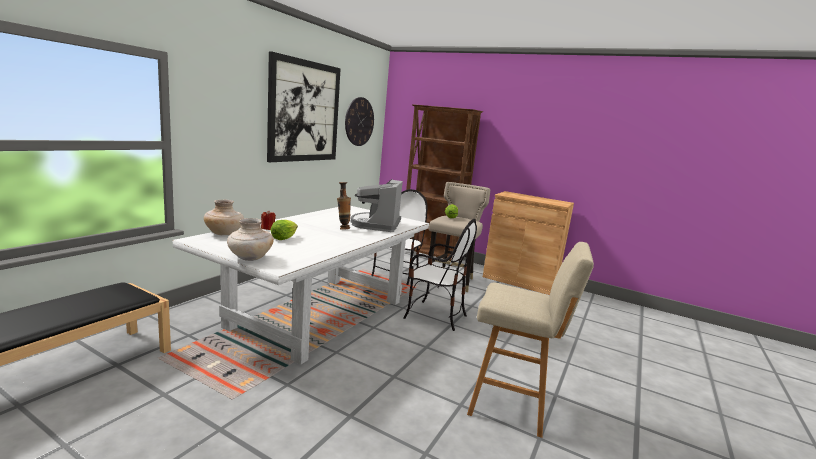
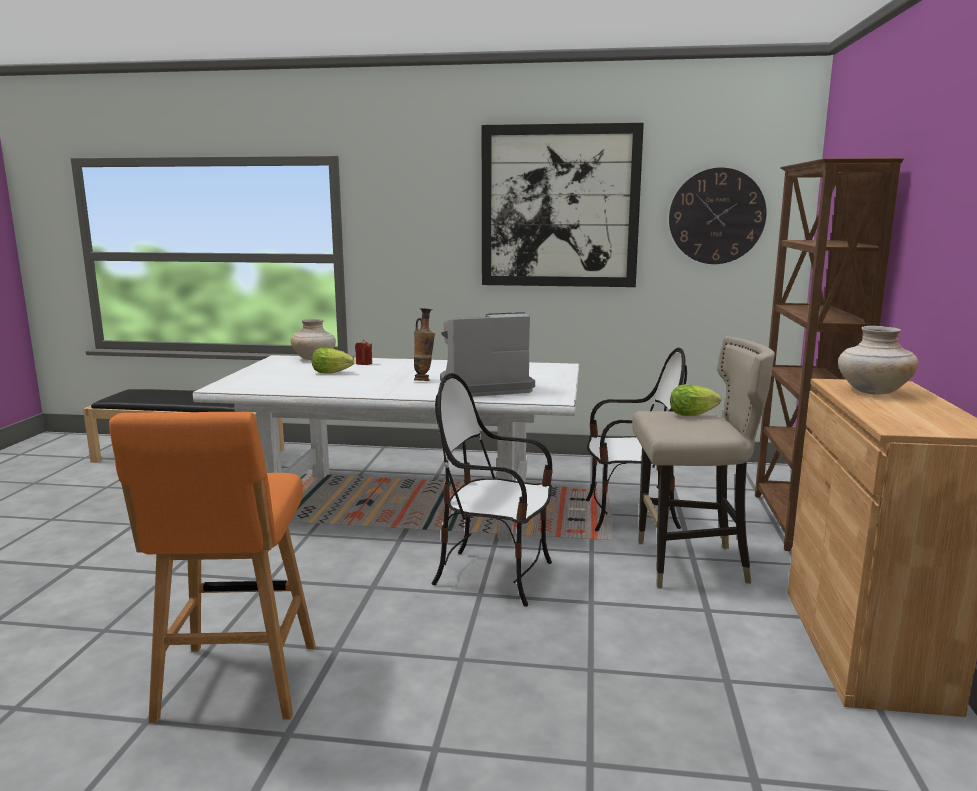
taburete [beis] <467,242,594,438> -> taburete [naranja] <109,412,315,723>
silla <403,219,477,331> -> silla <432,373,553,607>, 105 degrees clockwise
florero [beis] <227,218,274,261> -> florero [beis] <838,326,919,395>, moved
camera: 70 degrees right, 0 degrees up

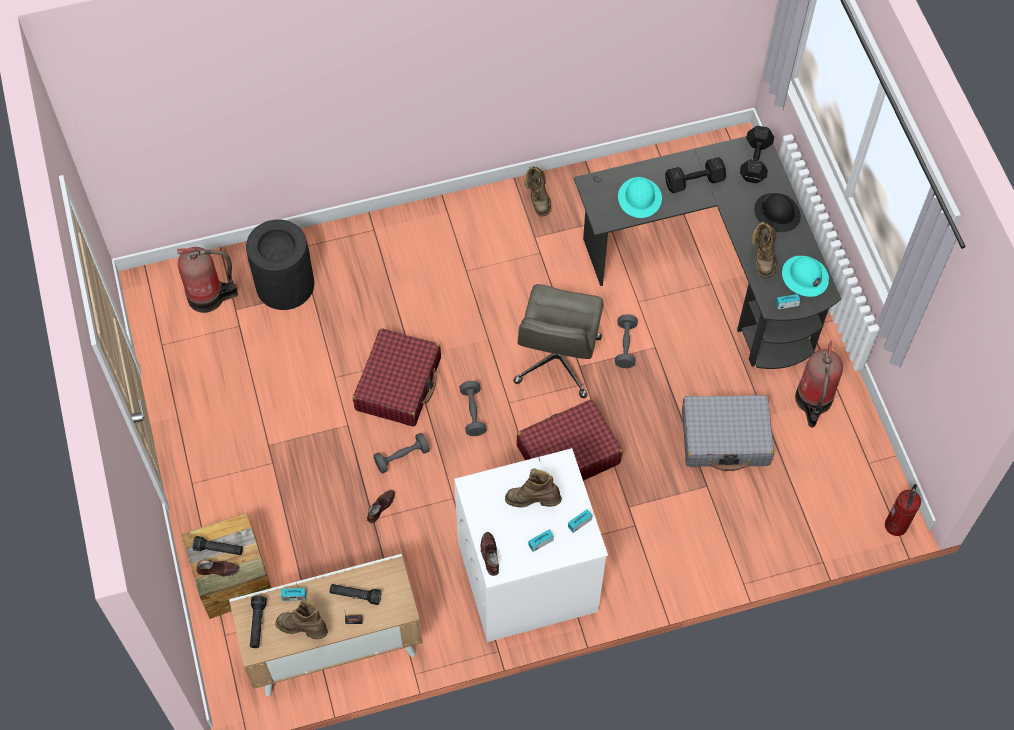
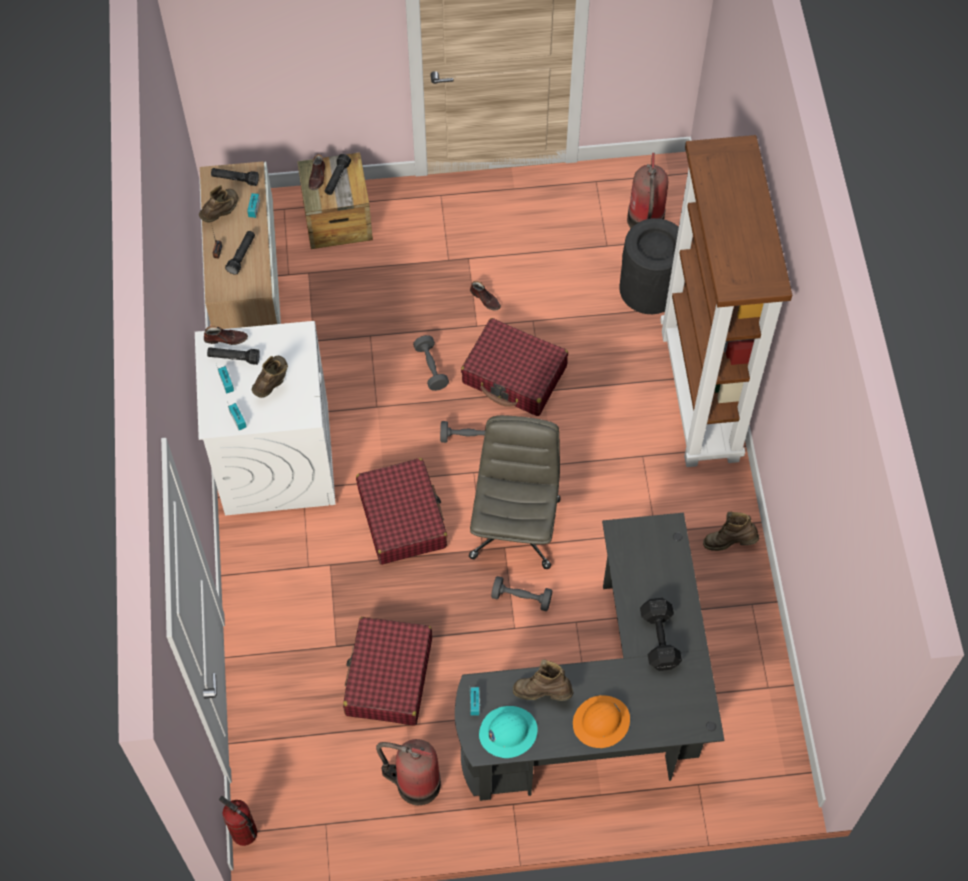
none -> linterna [negro] <207,347,260,365>
maleta [gris] <682,395,774,471> -> maleta [rojo] <343,617,432,725>
silla de oficina [gris] <513,284,604,398> -> silla de oficina [gris] <469,415,561,569>, 75 degrees clockwise
zapato [marrón] <367,490,395,523> -> zapato [marrón] <470,281,501,311>, moved
casco [negro] <754,193,801,232> -> casco [naranja] <573,695,630,748>
none -> estantería [marrón] <660,135,792,467>
casco [turquesa] <618,177,662,218> -> none
mancuerna [negro] <740,126,774,183> -> none
camera: 100 degrees right, 0 degrees up

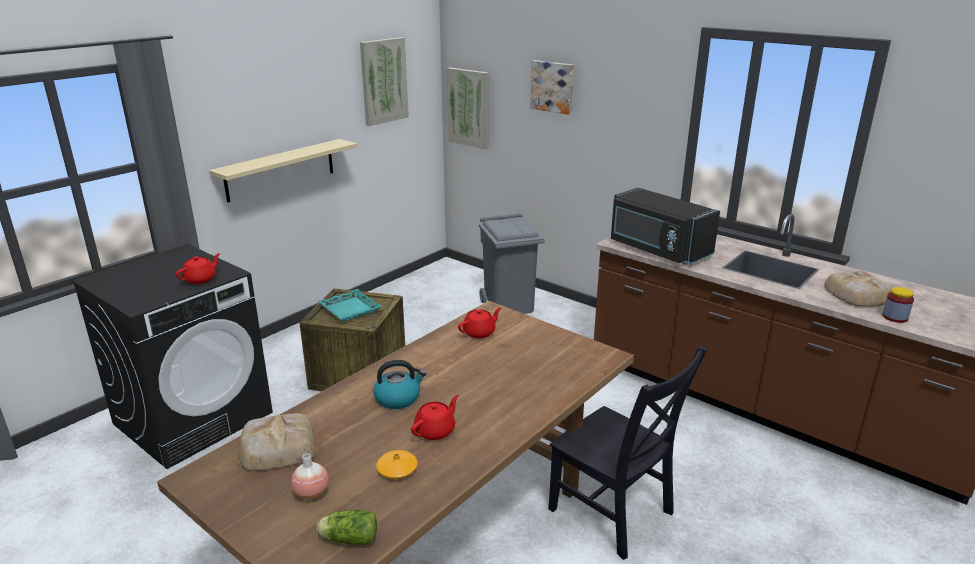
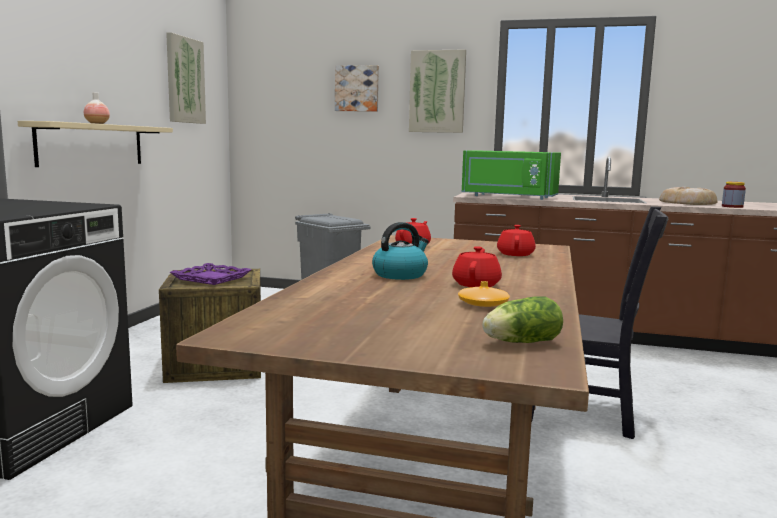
florero <291,453,329,500> -> florero <84,92,110,124>, moved
bandeja [turquesa] <317,289,382,322> -> bandeja [morado] <170,263,251,285>
cuadro <447,67,489,149> -> cuadro <409,49,466,133>, moved
microondas [negro] <611,188,720,265> -> microondas [verde] <462,150,561,200>
tetera [rojo] <175,253,220,284> -> tetera [rojo] <497,225,536,256>, moved
pan <237,413,316,471> -> none
camera: 25 degrees left, 15 degrees down

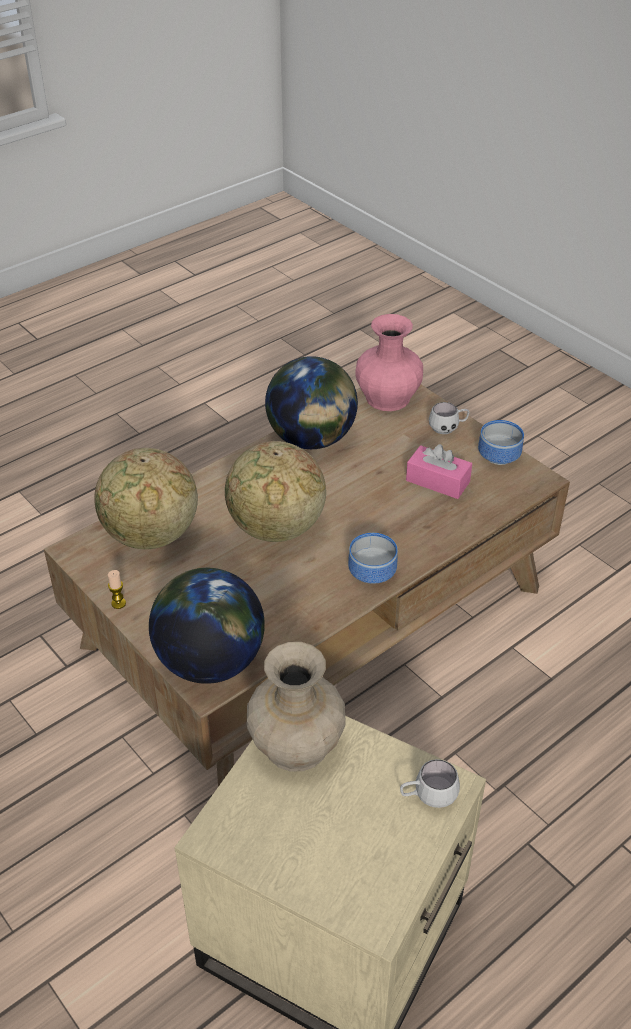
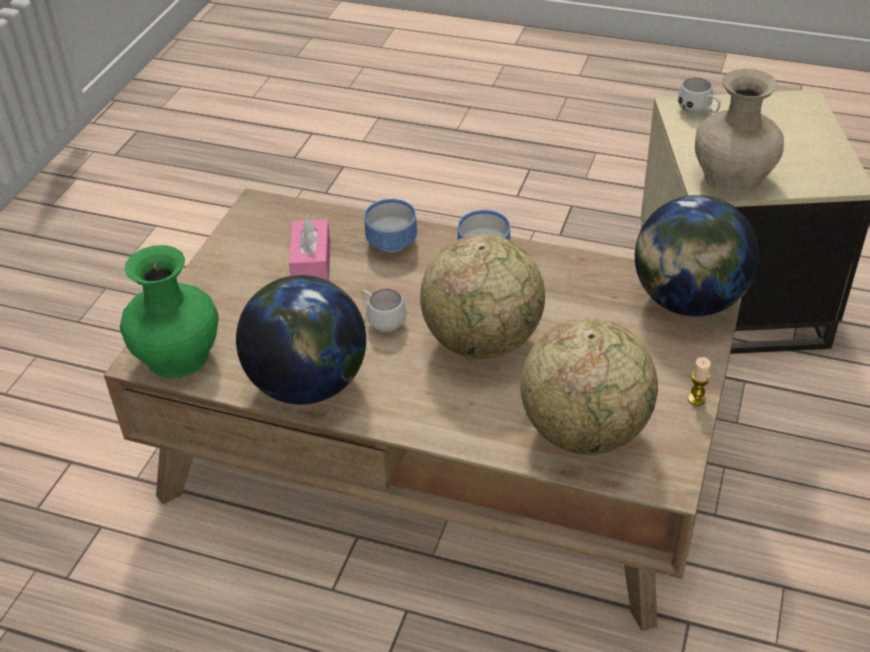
florero [rosa] <355,314,423,411> -> florero [verde] <120,245,218,378>
taza grande [blanco] <429,402,470,434> -> taza grande [blanco] <361,289,407,332>, moved
cuenco <478,420,524,465> -> cuenco <364,199,417,252>, moved
camera: 120 degrees left, 0 degrees up

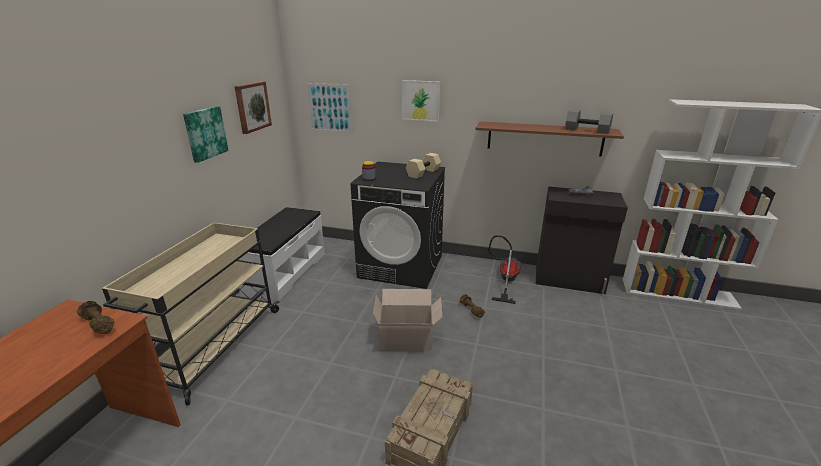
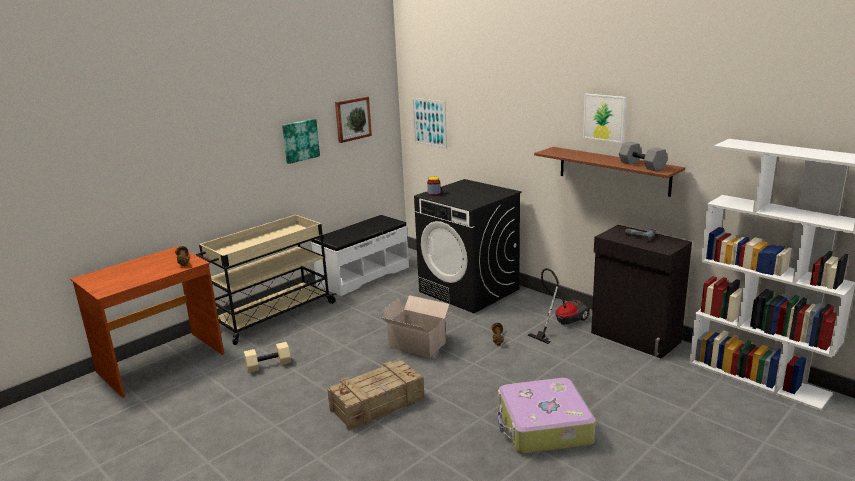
mancuerna [beis] <406,153,441,179> -> mancuerna [beis] <244,342,291,373>, moved
none -> maleta <497,378,596,454>
cuadro <402,80,440,122> -> cuadro <583,94,626,143>, moved
camera: 30 degrees right, 5 degrees down

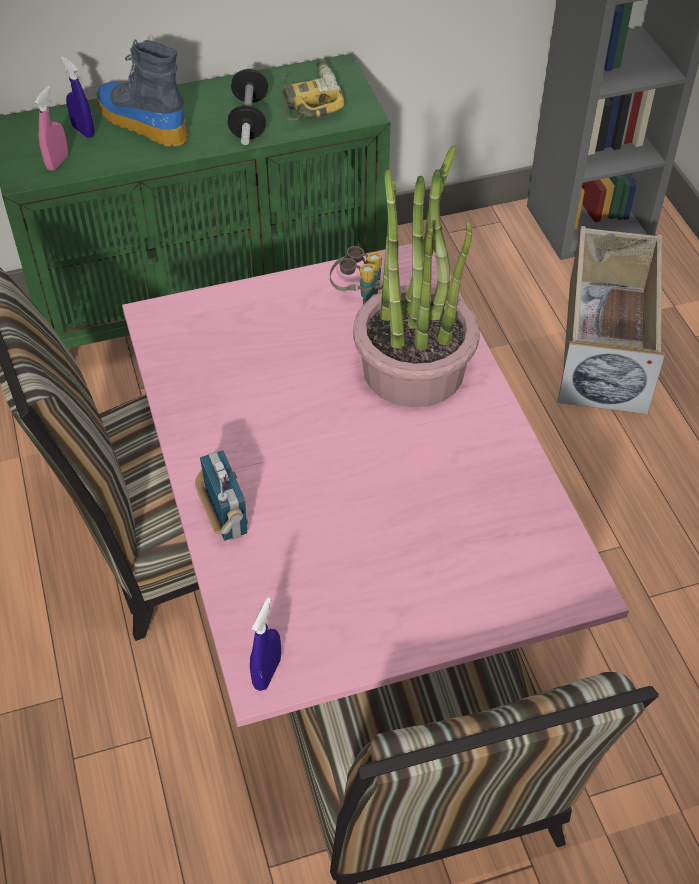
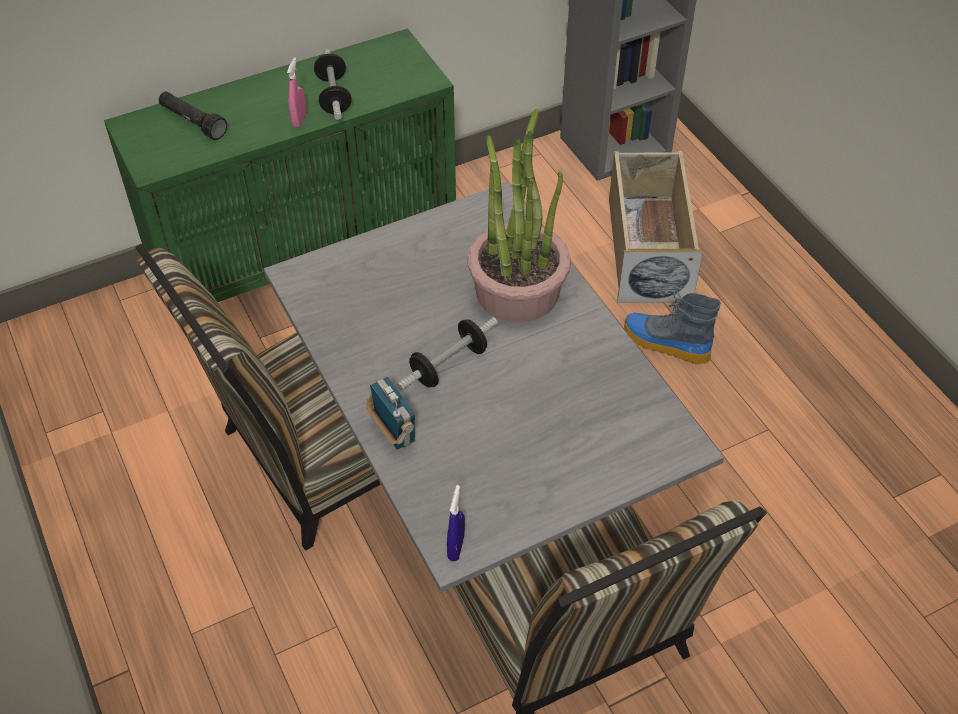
pulverizador [azul] <61,56,94,138> -> linterna [negro] <159,91,227,140>
mesa de comedor [rosa] <122,244,629,727> -> mesa de comedor [gris] <264,182,724,592>
pulverizador [rosa] <34,86,68,171> -> pulverizador [rosa] <287,57,307,128>, moved
none -> mancuerna <397,317,498,391>
bota <96,39,188,146> -> bota <624,290,721,365>, moved
taladro <281,59,344,121> -> none
prismáticos <330,246,383,304> -> none
camera: 10 degrees left, 0 degrees up

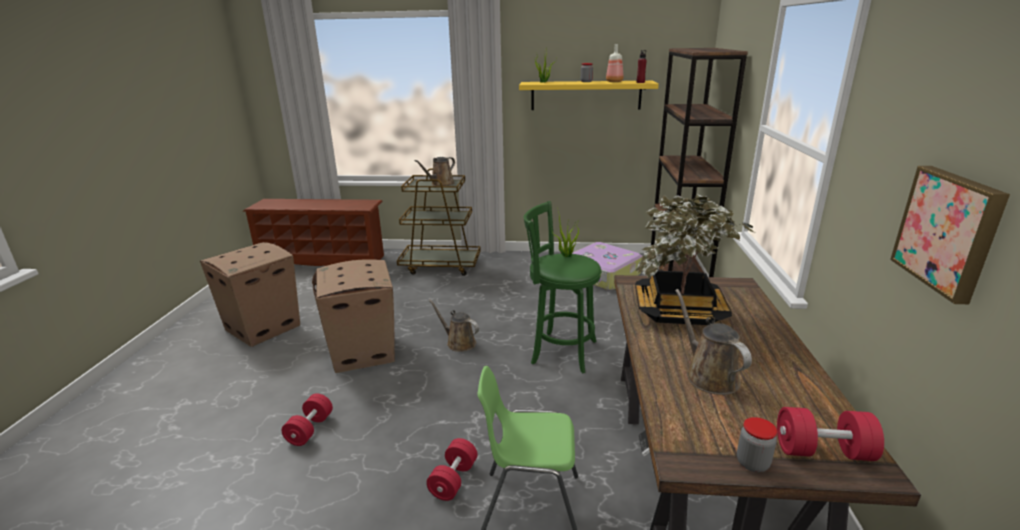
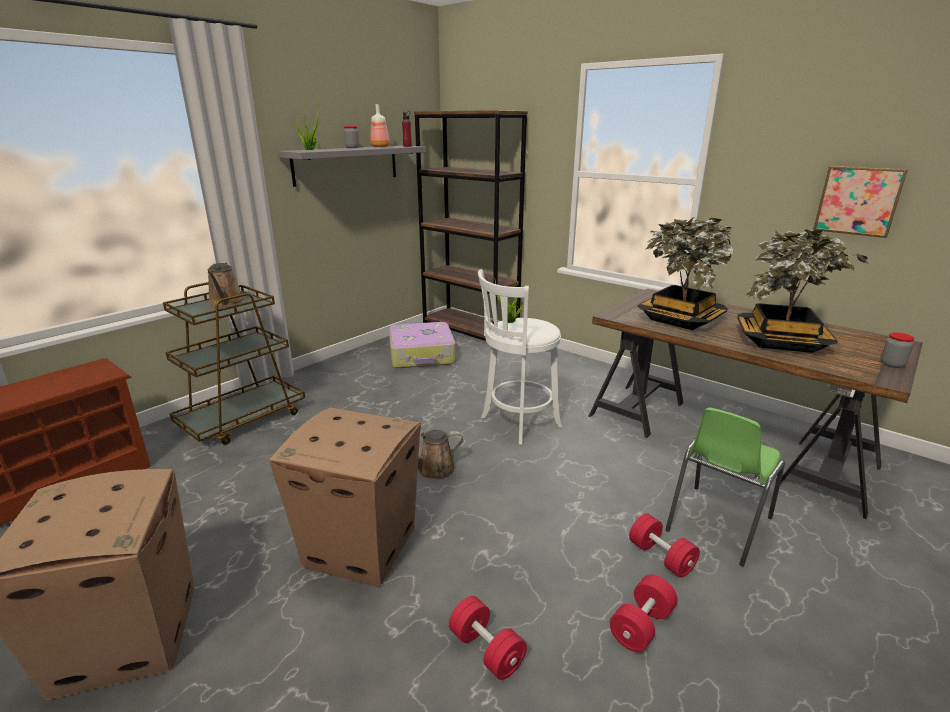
estante [amarillo] <519,81,659,110> -> estante [gris] <277,146,426,187>
taburete [verde] <524,201,601,373> -> taburete [blanco] <478,269,563,445>
mancuerna [rojo] <777,407,884,461> -> mancuerna [rojo] <610,575,677,652>, moved
regadera [marrón] <675,289,752,395> -> planta en maceta <737,229,869,353>
camera: 55 degrees left, 0 degrees up

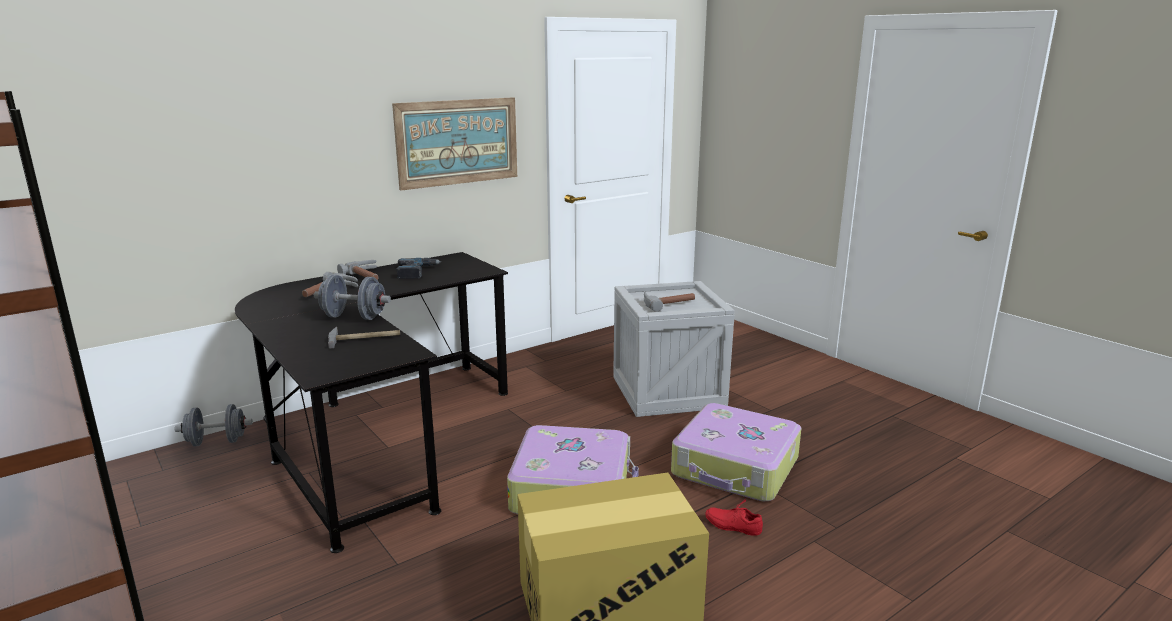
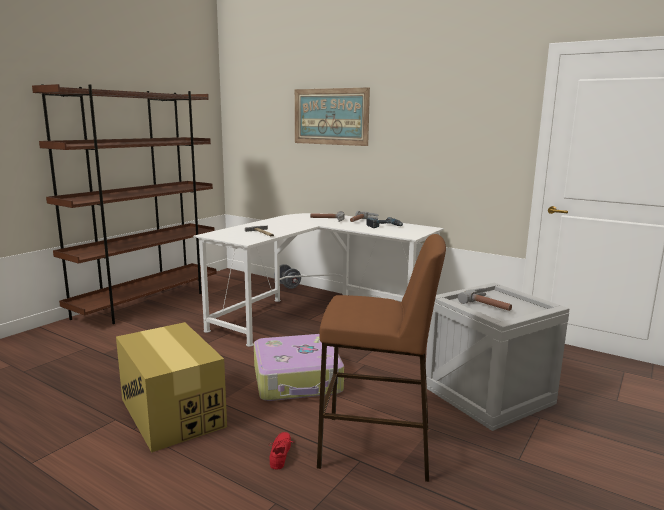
escritorio [negro] <235,252,508,553> -> escritorio [blanco] <193,213,444,347>
cuadro <392,97,517,190> -> cuadro <295,87,370,146>, moved
maleta <671,403,801,501> -> taburete [marrón] <317,234,446,482>
mancuerna [gris] <314,275,391,320> -> none
camera: 70 degrees right, 5 degrees down

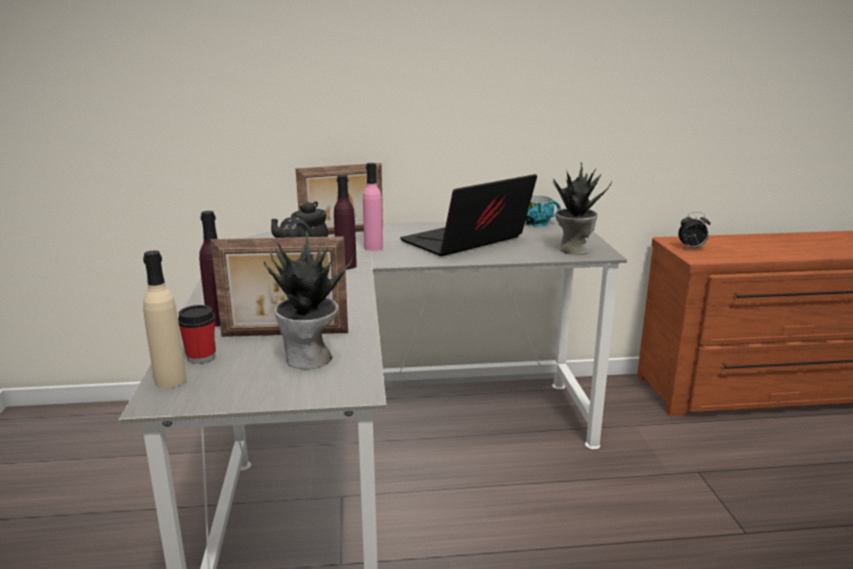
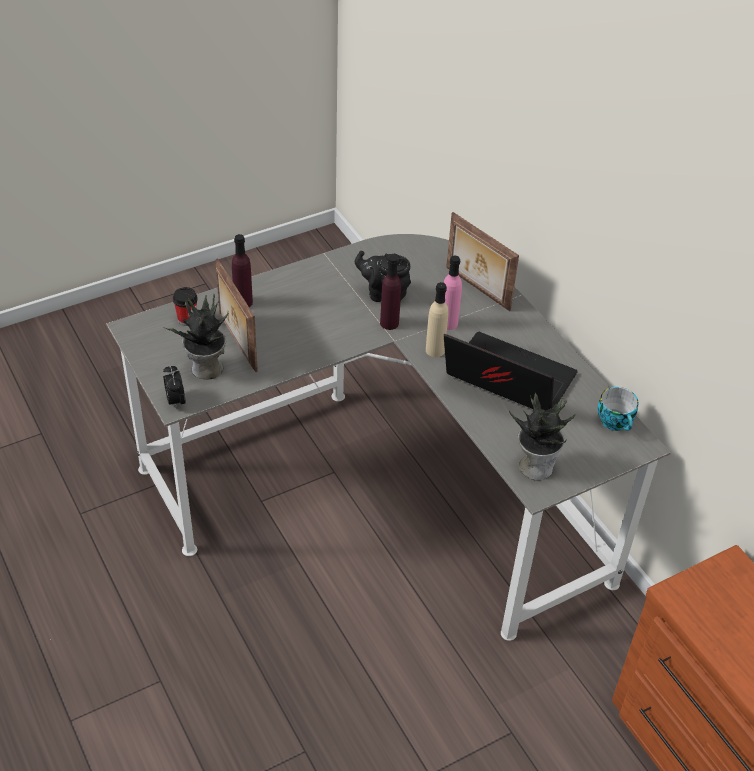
despertador <678,212,710,249> -> despertador <163,365,186,410>, moved
botella [beis] <143,251,187,388> -> botella [beis] <426,282,449,357>, moved
camera: 65 degrees right, 25 degrees up

